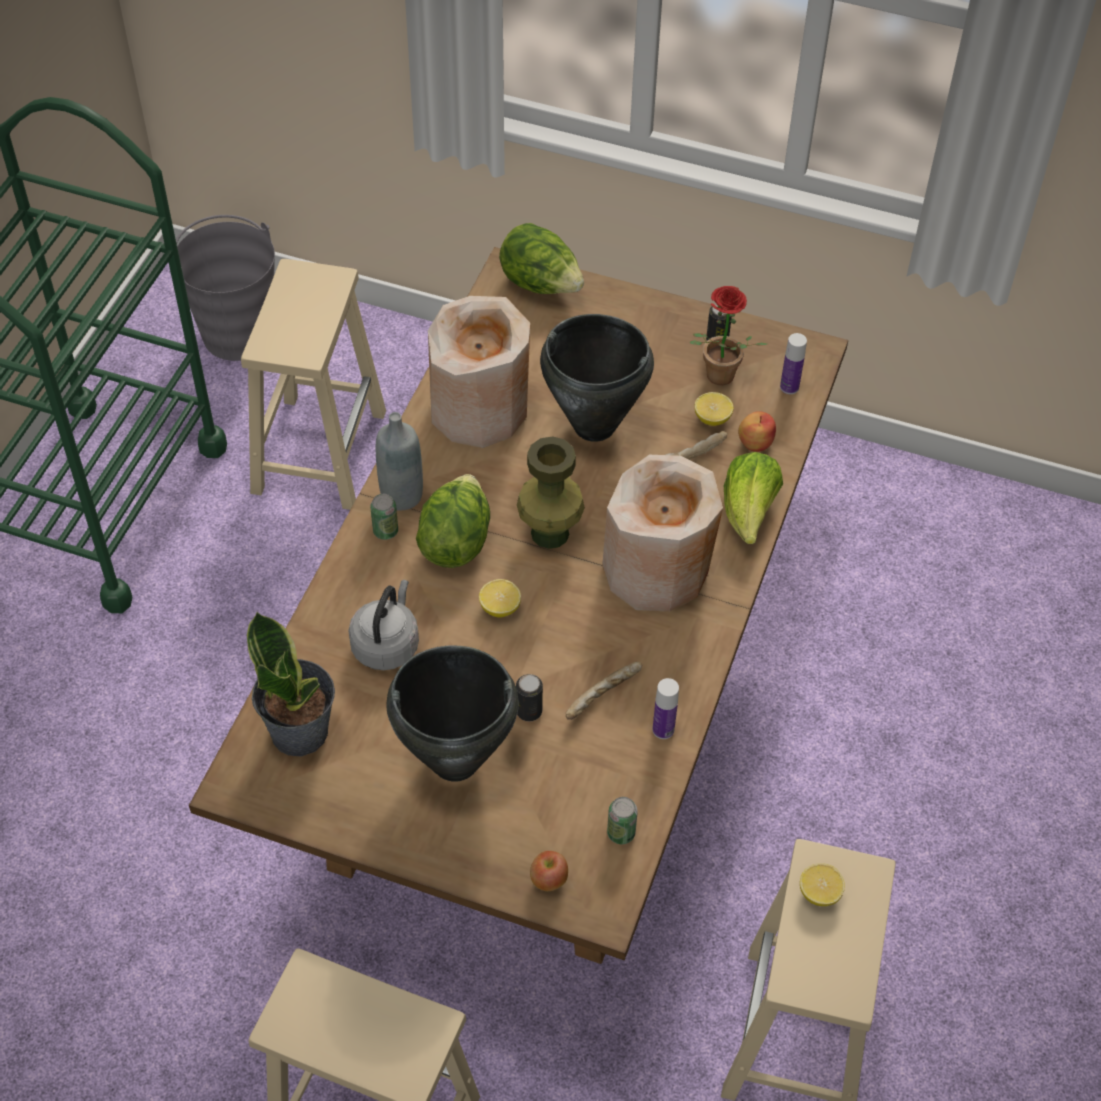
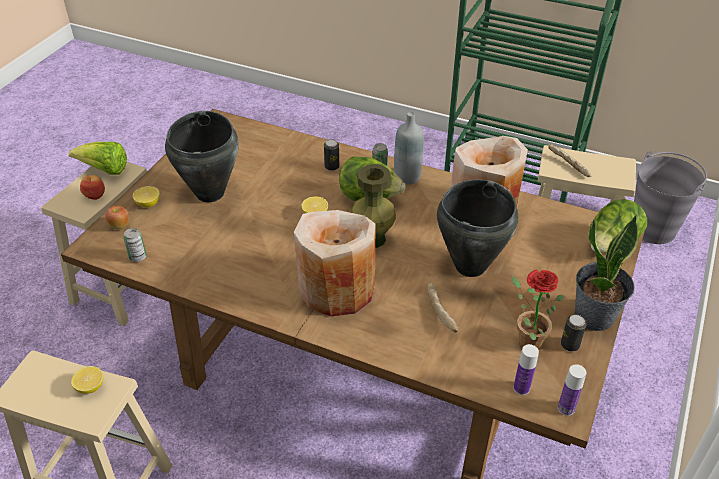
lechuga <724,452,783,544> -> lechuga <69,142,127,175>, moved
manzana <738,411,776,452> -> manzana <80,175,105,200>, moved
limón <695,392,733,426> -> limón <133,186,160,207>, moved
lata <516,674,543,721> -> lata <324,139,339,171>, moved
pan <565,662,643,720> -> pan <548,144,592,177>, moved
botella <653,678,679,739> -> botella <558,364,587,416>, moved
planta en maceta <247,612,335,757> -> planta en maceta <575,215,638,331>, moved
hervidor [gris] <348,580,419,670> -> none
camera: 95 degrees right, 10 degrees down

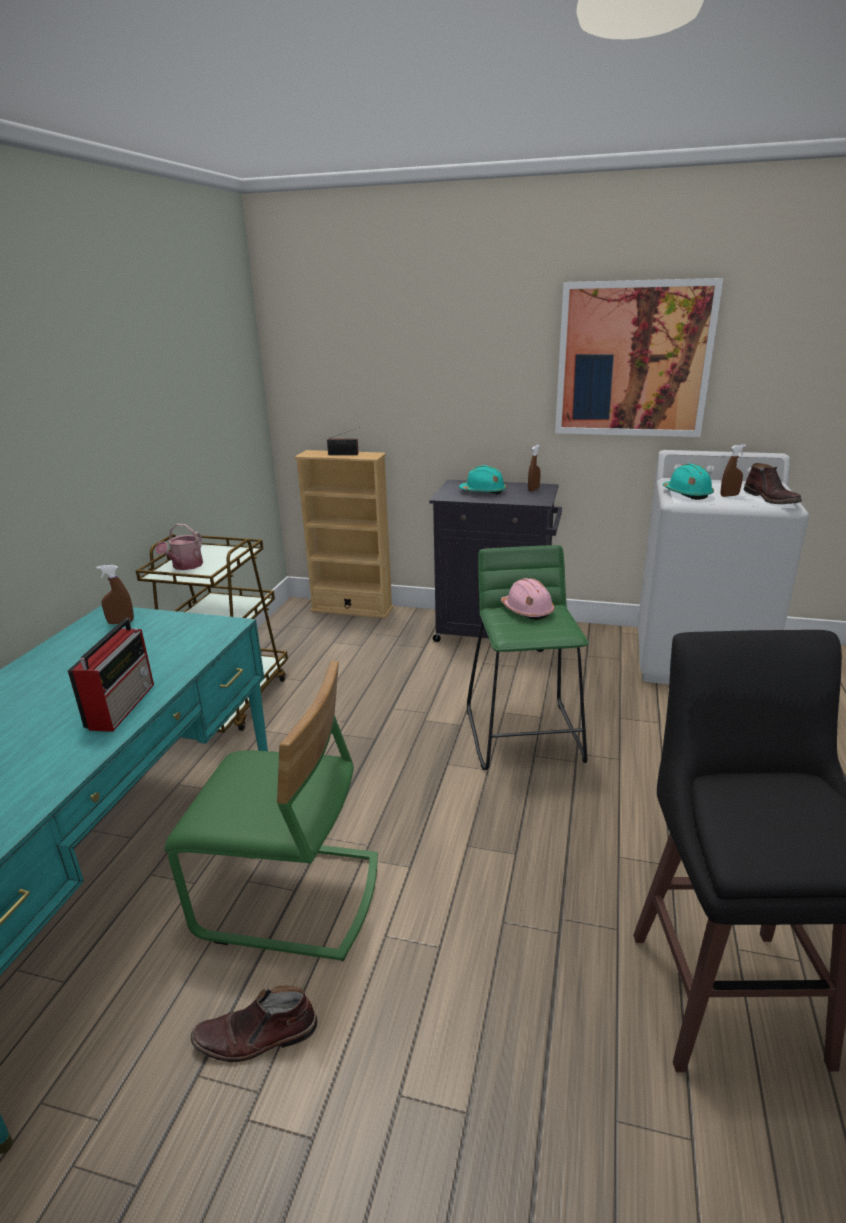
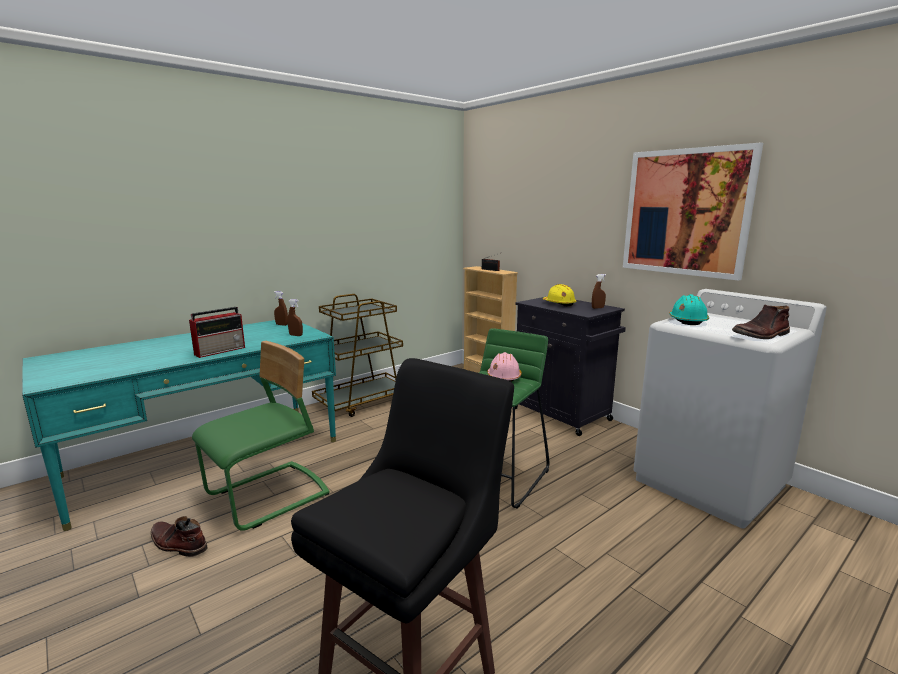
silla [verde] <164,661,378,961> -> silla [verde] <192,341,330,531>, 90 degrees counterclockwise
pulverizador [marrón] <721,444,746,497> -> pulverizador [marrón] <288,299,303,336>, moved
casco [turquesa] <459,465,506,495> -> casco [amarillo] <543,284,577,306>
bota [marrón] <744,463,802,504> -> bota [marrón] <732,305,790,339>, 45 degrees clockwise
regadera <155,524,203,570> -> none
camera: 35 degrees right, 10 degrees down

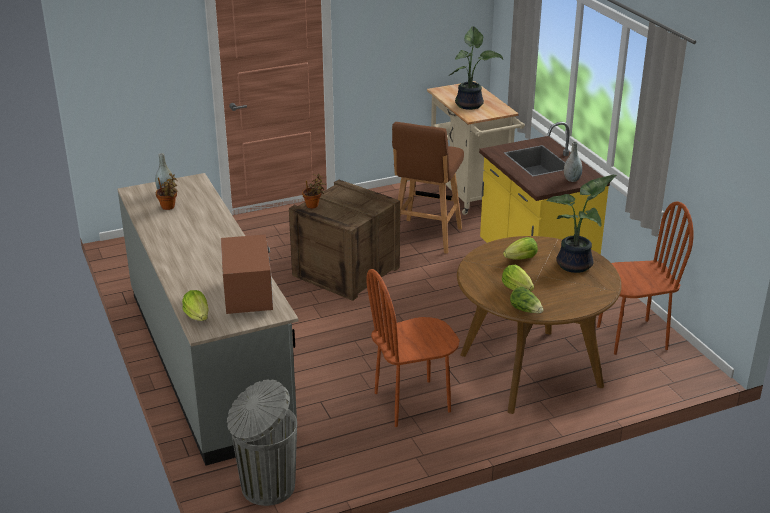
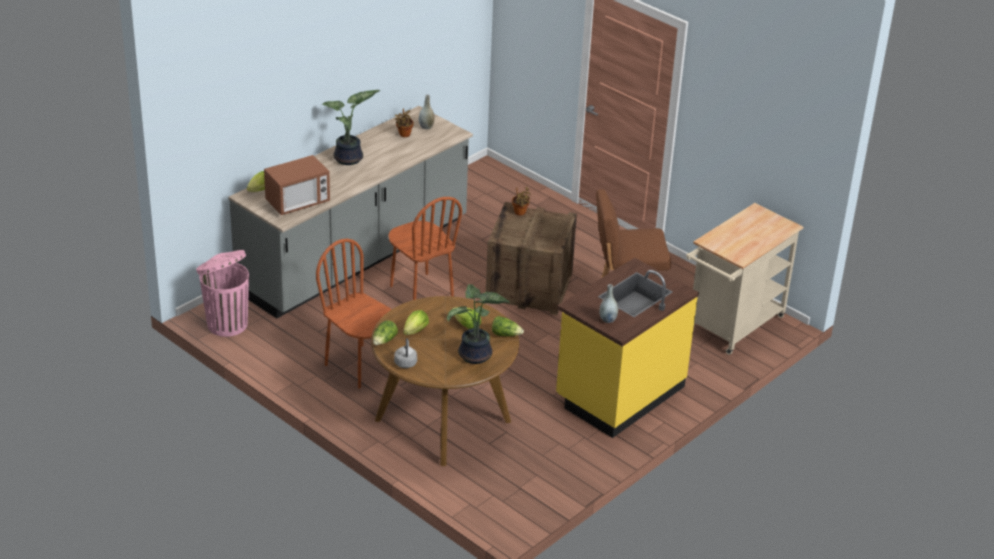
papelera [gris] <227,379,297,506> -> papelera [rosa] <196,250,249,337>
planta en maceta <449,26,503,110> -> planta en maceta <322,90,381,165>, moved
silla [marrón] <597,201,693,355> -> silla [marrón] <388,197,462,300>, moved
none -> hervidor [gris] <394,338,417,368>
none -> lechuga <492,316,524,336>
camera: 65 degrees right, 5 degrees up

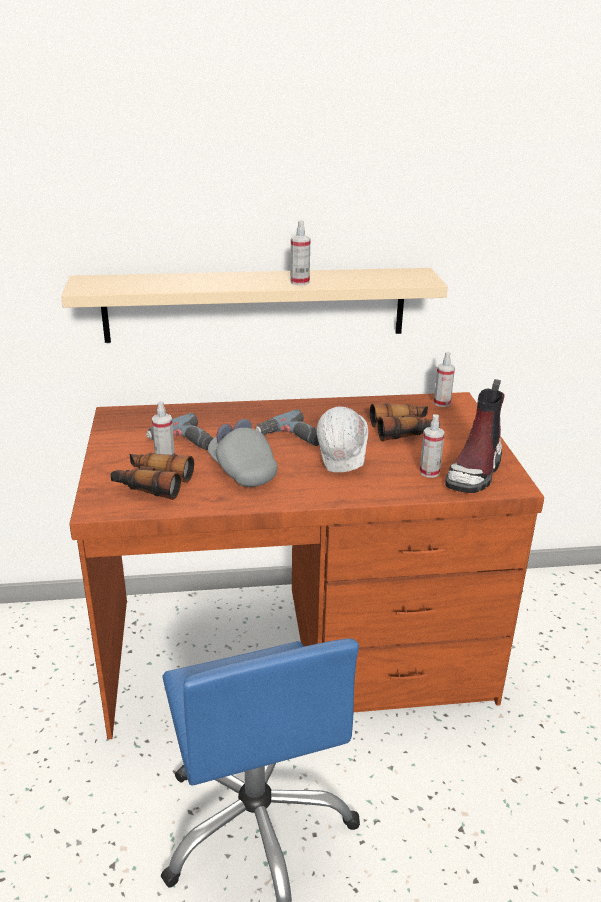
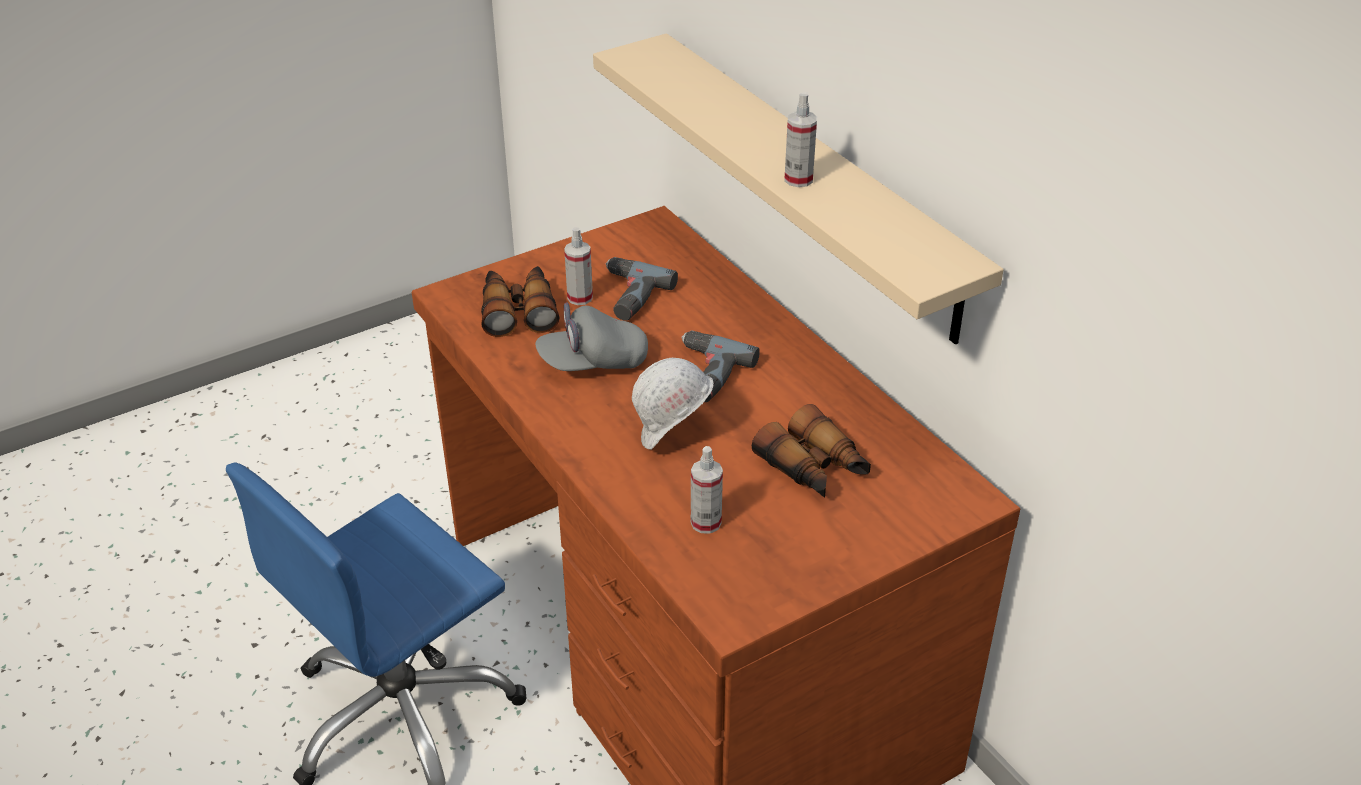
gorra [gris] <208,419,277,487> -> gorra [gris] <535,302,648,371>, 135 degrees counterclockwise
pulverizador <434,352,455,407> -> none
bota <445,379,504,493> -> none
camera: 65 degrees right, 10 degrees up

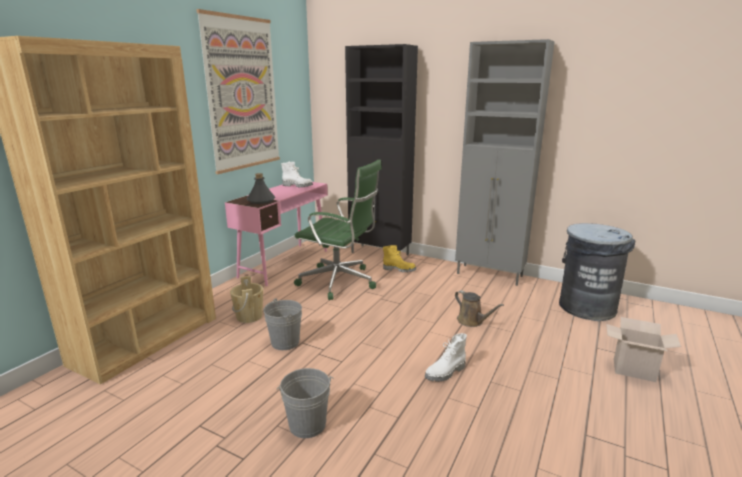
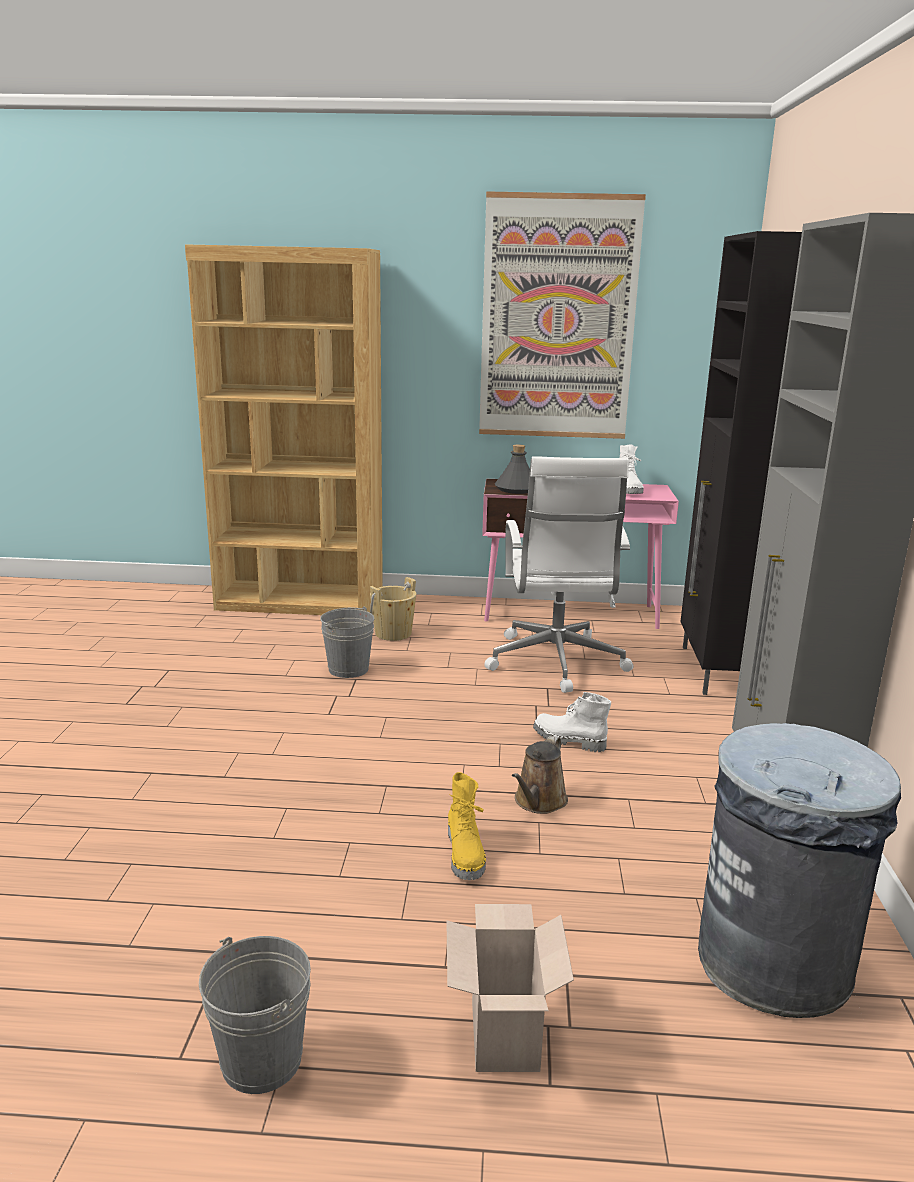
cubo [gris] <277,368,334,438> -> cubo [gris] <199,936,311,1094>, moved
bota [amarillo] <383,245,416,273> -> bota [amarillo] <448,772,486,880>, moved
silla de oficina [verde] <294,159,382,300> -> silla de oficina [blanco] <484,456,634,693>
bota [blanco] <425,333,467,382> -> bota [blanco] <533,692,611,752>, moved
camera: 65 degrees right, 0 degrees up

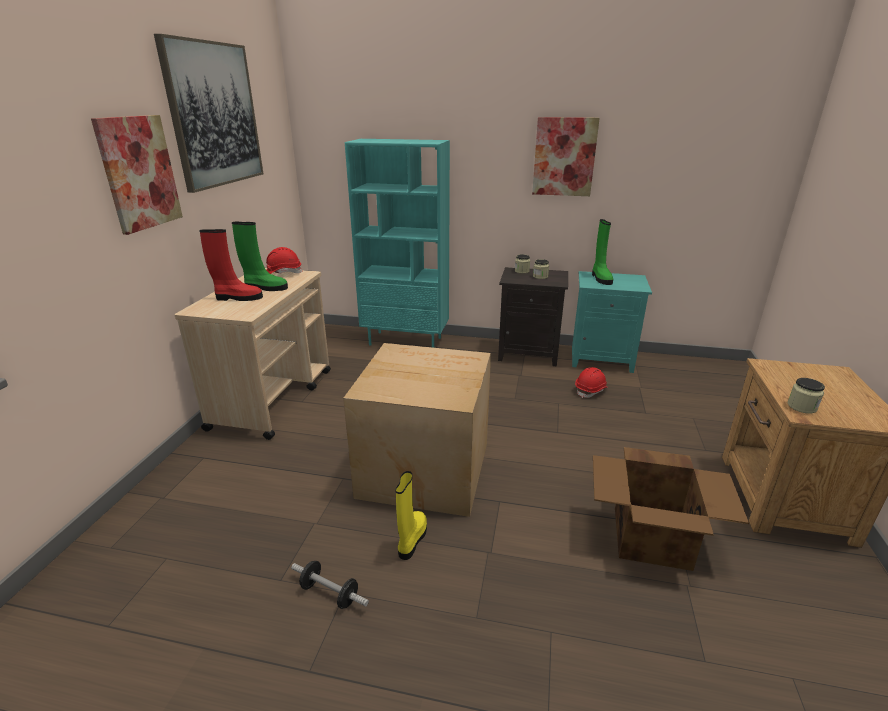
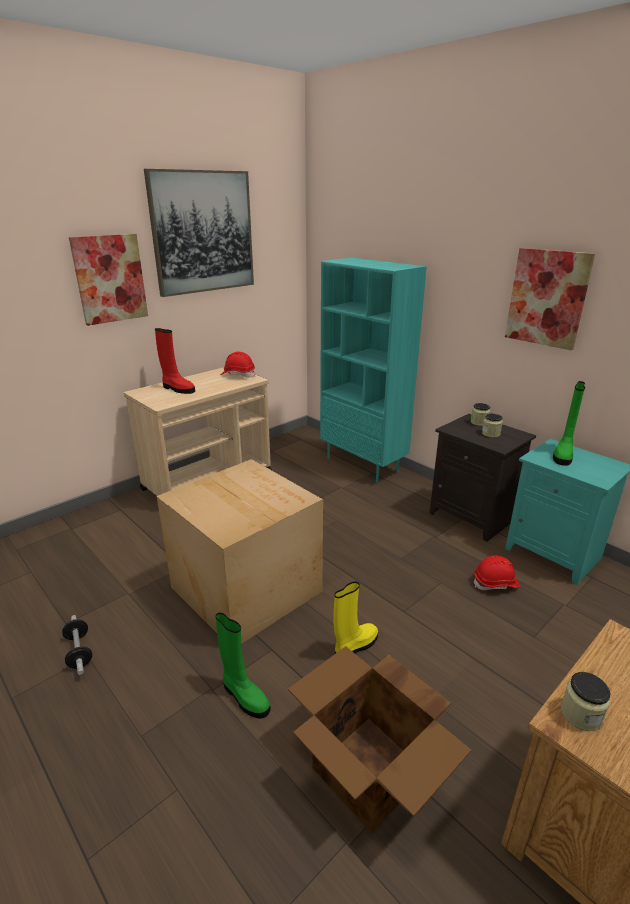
bota [verde] <232,222,288,291> -> bota [verde] <216,612,271,719>, moved
bota [amarillo] <396,471,427,560> -> bota [amarillo] <334,581,378,654>, moved
camera: 35 degrees right, 0 degrees up

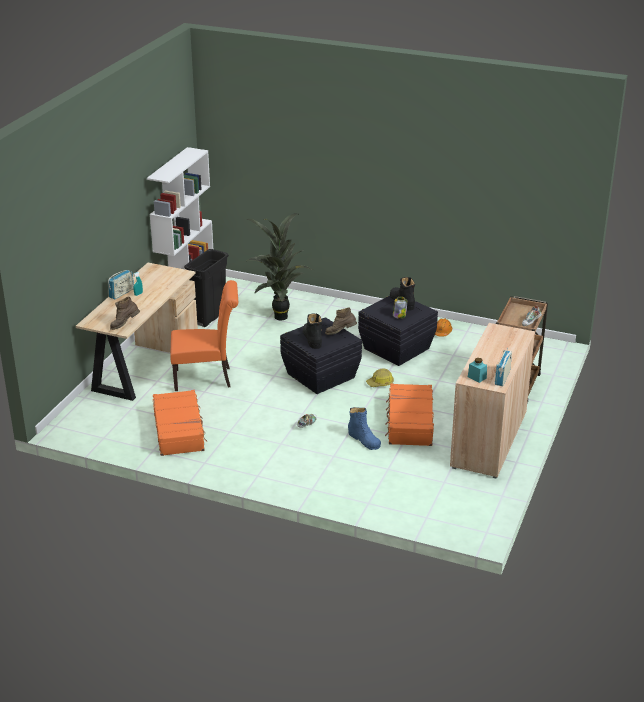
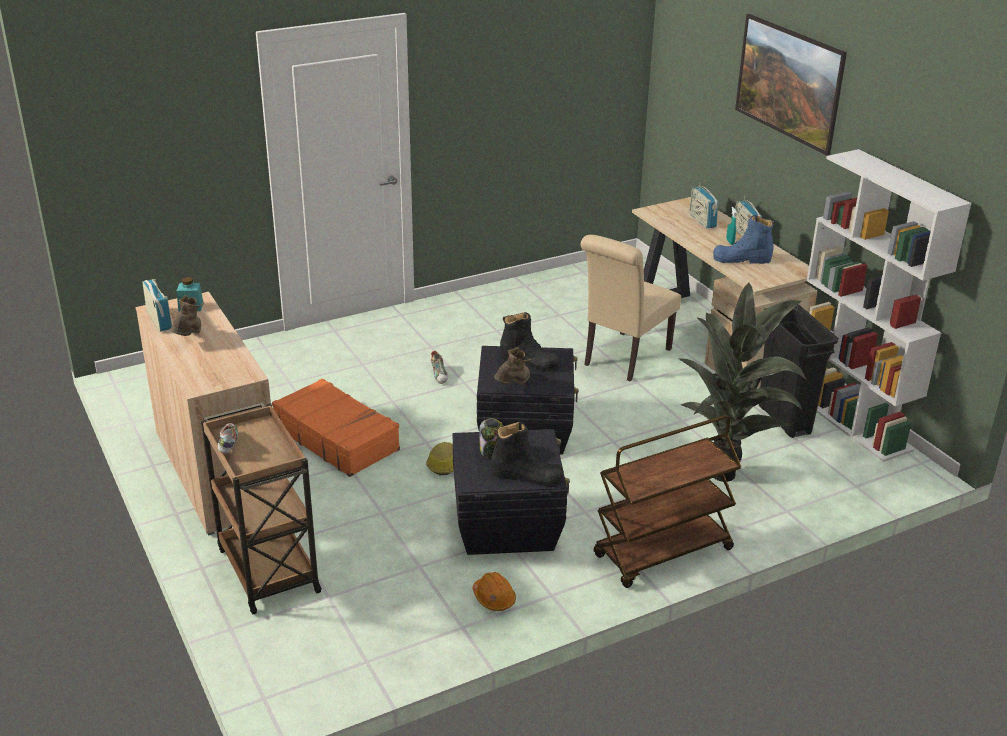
bota [marrón] <110,296,140,330> -> bota [marrón] <170,295,204,336>, moved
silla [naranja] <170,280,238,391> -> silla [beis] <581,235,681,381>
none -> carrito [marrón] <594,415,742,588>
none -> radio <689,183,719,229>
bota [azul] <348,407,381,450> -> bota [azul] <713,215,774,264>, moved
none -> cuadro <735,14,847,156>
maleta [naranja] <153,390,207,456> -> none
camera: 130 degrees right, 0 degrees up

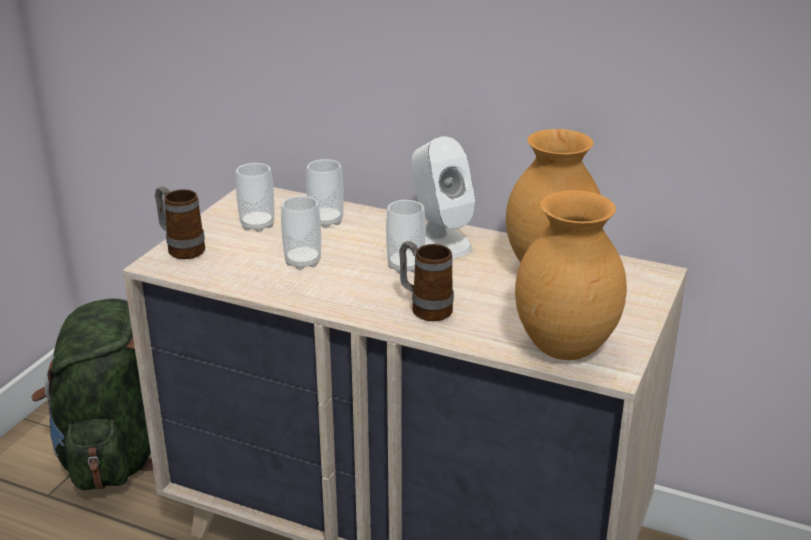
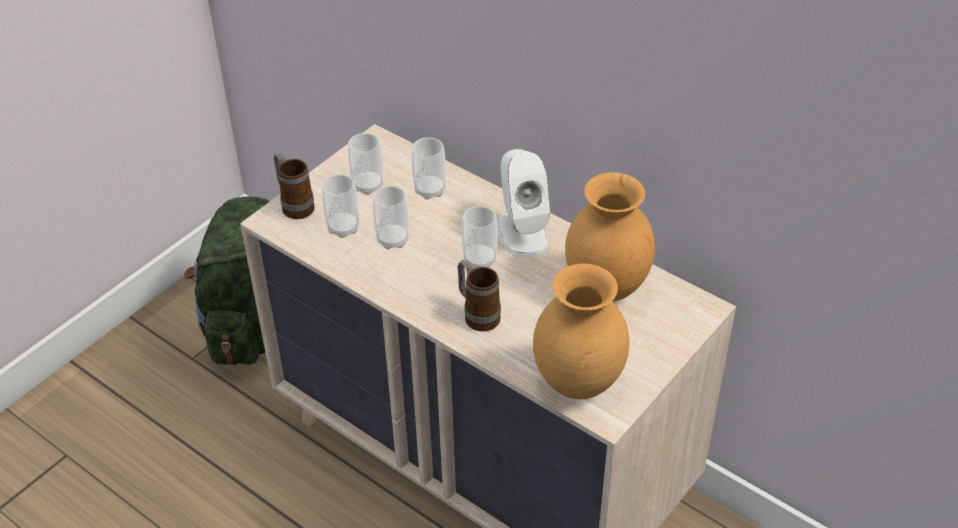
none -> taza <322,174,359,238>
camera: 15 degrees right, 15 degrees up

